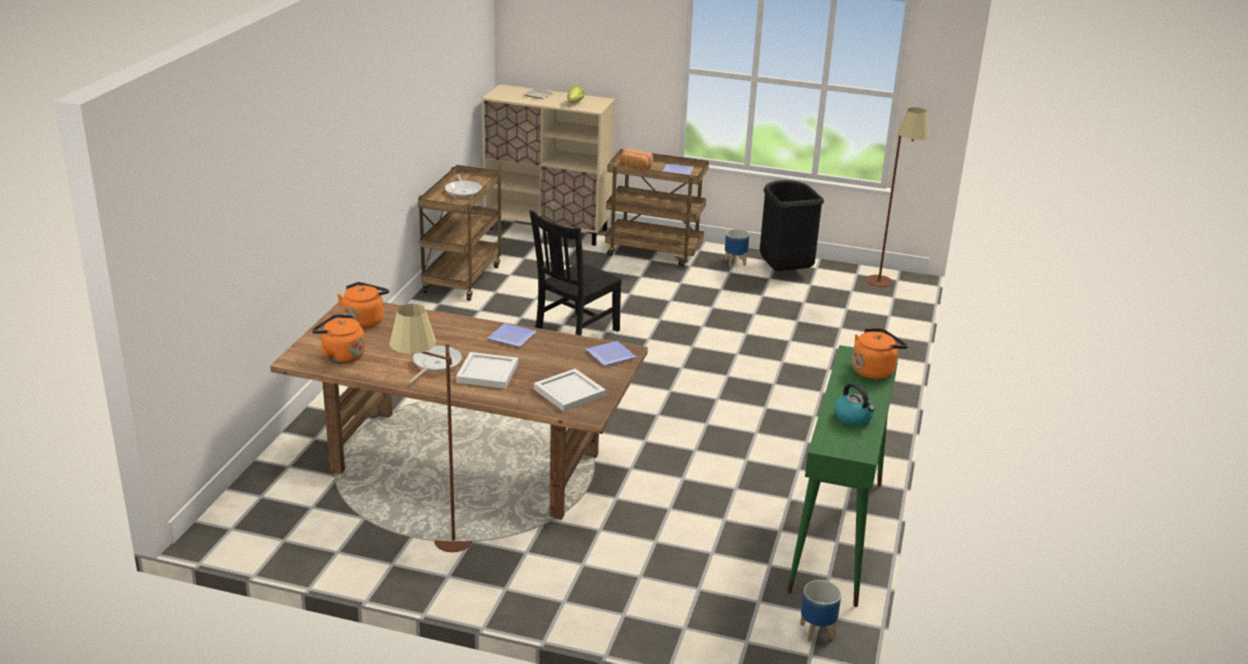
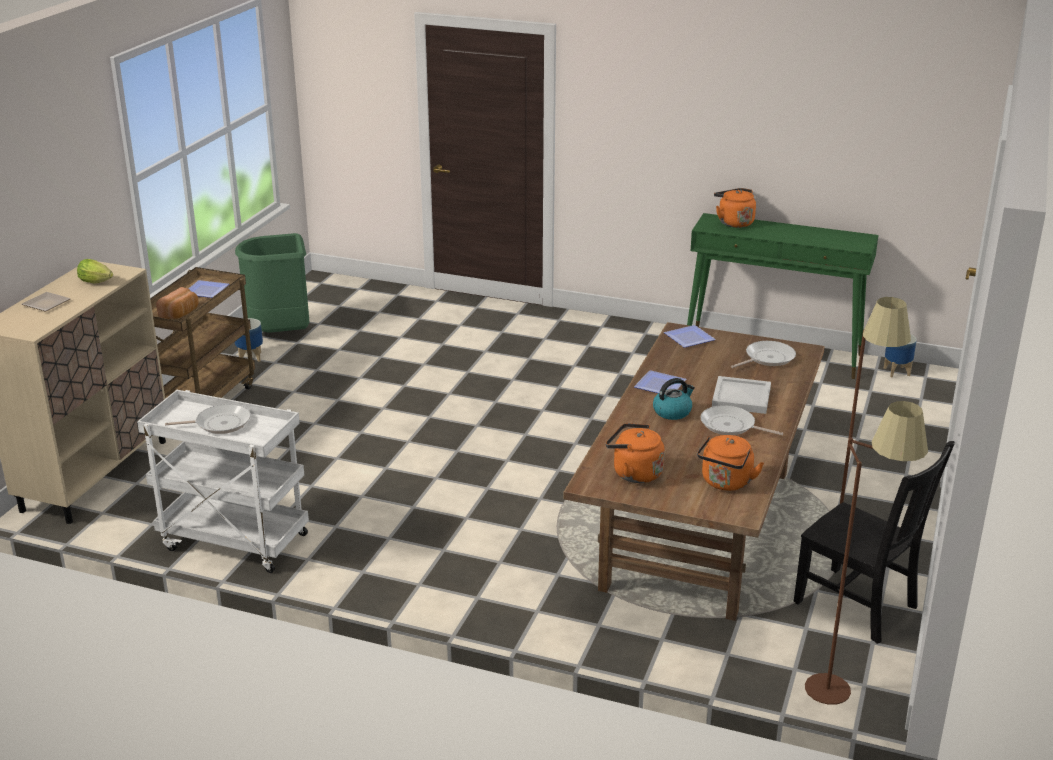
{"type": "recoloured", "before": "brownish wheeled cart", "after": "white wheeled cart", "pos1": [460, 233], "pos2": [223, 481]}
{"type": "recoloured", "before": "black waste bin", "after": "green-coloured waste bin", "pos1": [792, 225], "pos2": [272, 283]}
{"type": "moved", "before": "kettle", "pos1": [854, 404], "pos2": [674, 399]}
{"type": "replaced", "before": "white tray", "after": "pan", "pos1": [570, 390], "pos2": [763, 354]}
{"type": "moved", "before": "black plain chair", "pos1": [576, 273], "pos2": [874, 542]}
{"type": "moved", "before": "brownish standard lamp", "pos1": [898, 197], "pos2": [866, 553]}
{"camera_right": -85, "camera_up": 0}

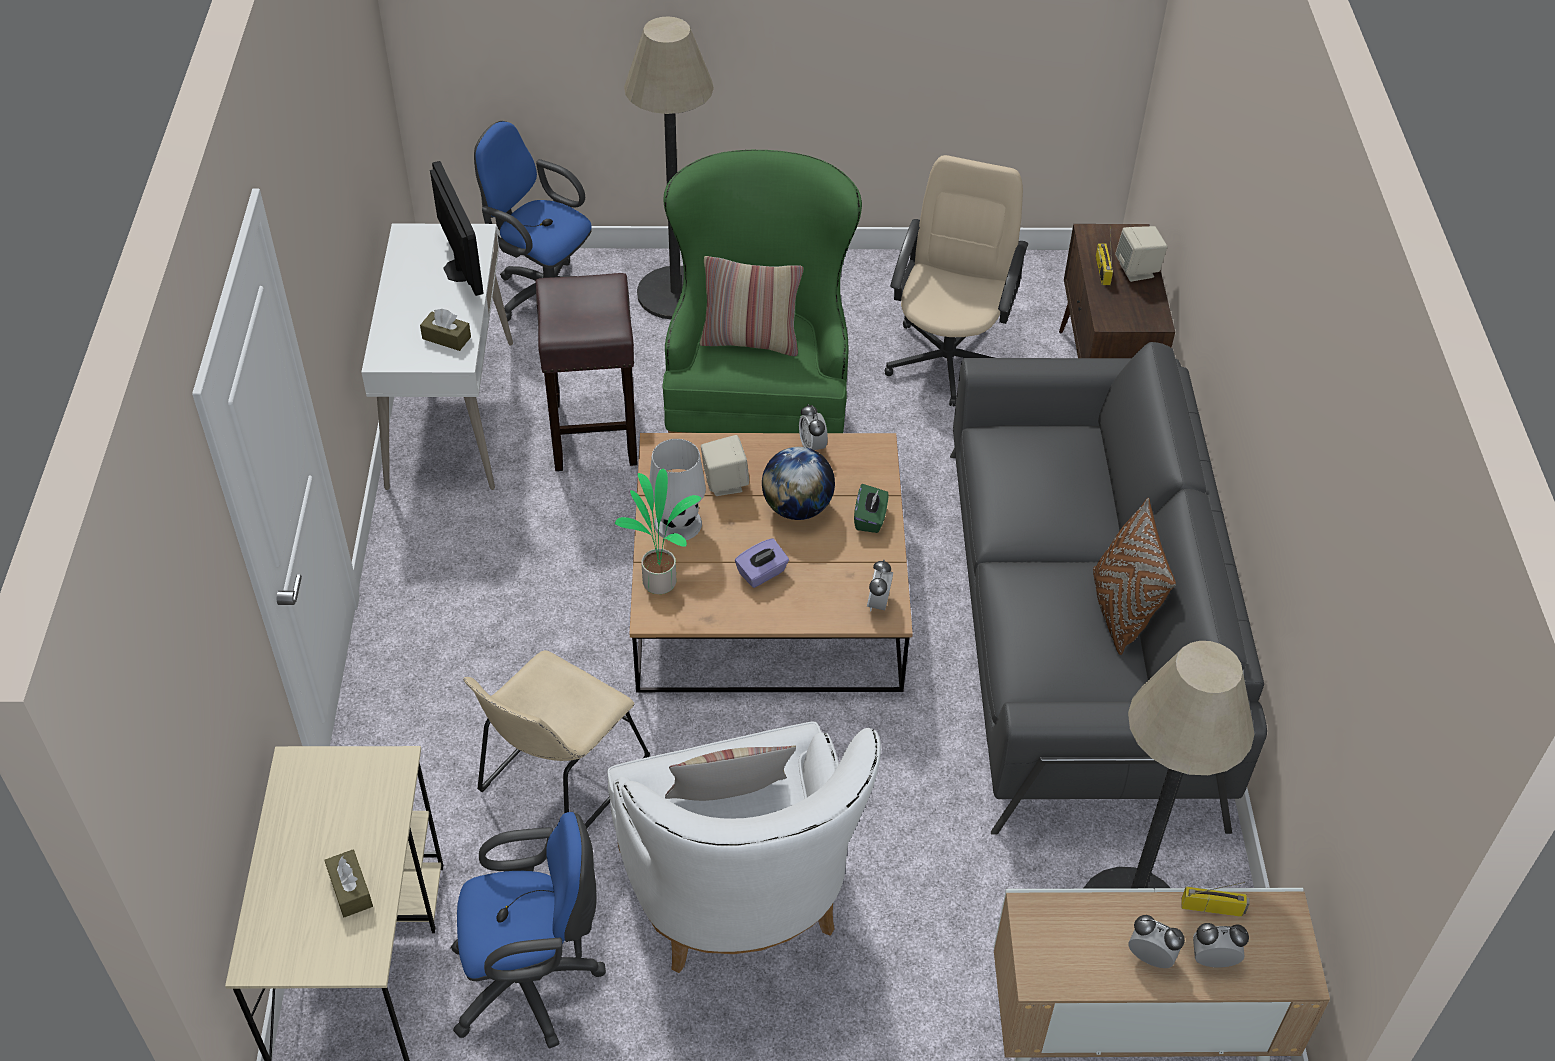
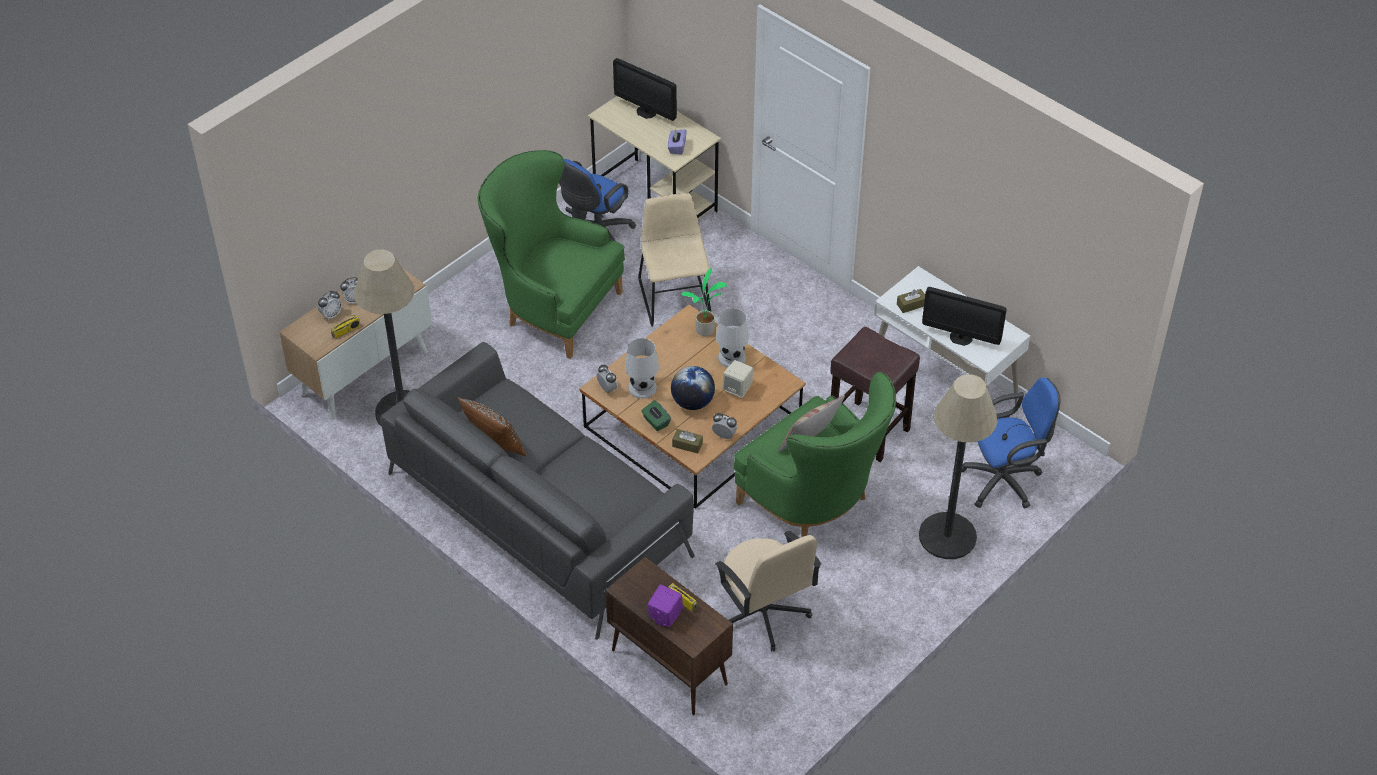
{"type": "recoloured", "before": "white lounge chair", "after": "green-coloured lounge chair", "pos1": [744, 847], "pos2": [551, 254]}
{"type": "added", "after": "monitor", "pos2": [645, 89]}
{"type": "added", "after": "white tabletop lamp", "pos2": [642, 368]}
{"type": "recoloured", "before": "beige-coloured audio speaker", "after": "purple audio speaker", "pos1": [1141, 254], "pos2": [665, 605]}
{"type": "moved", "before": "purple tissue box", "pos1": [762, 563], "pos2": [677, 141]}
{"type": "moved", "before": "brownish tissue box", "pos1": [348, 883], "pos2": [687, 441]}
{"type": "removed", "before": "throw pillow", "pos1": [730, 773]}
{"camera_right": 135, "camera_up": 0}

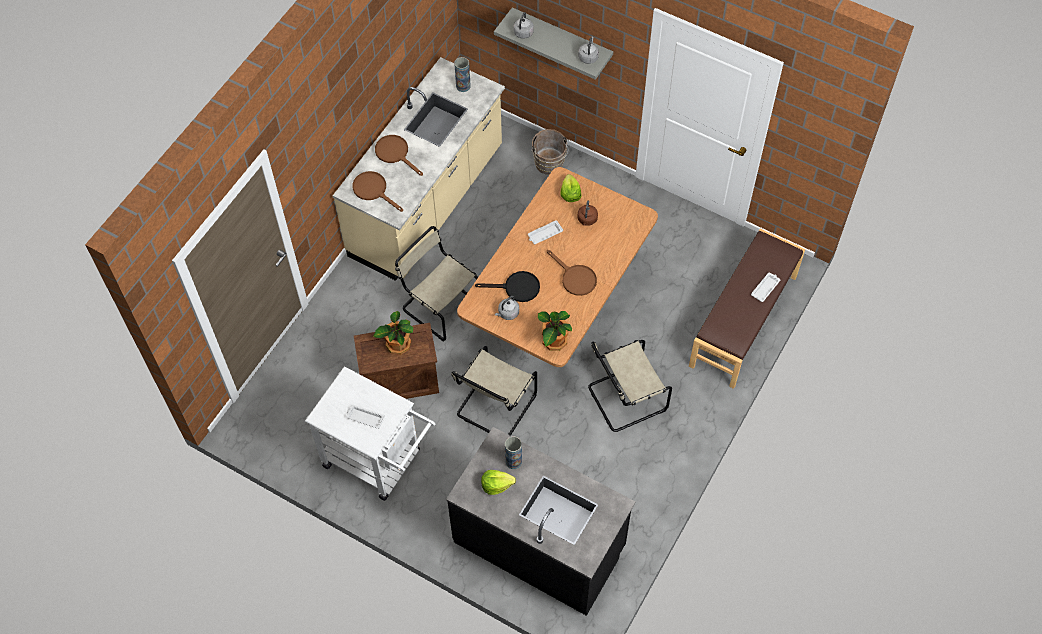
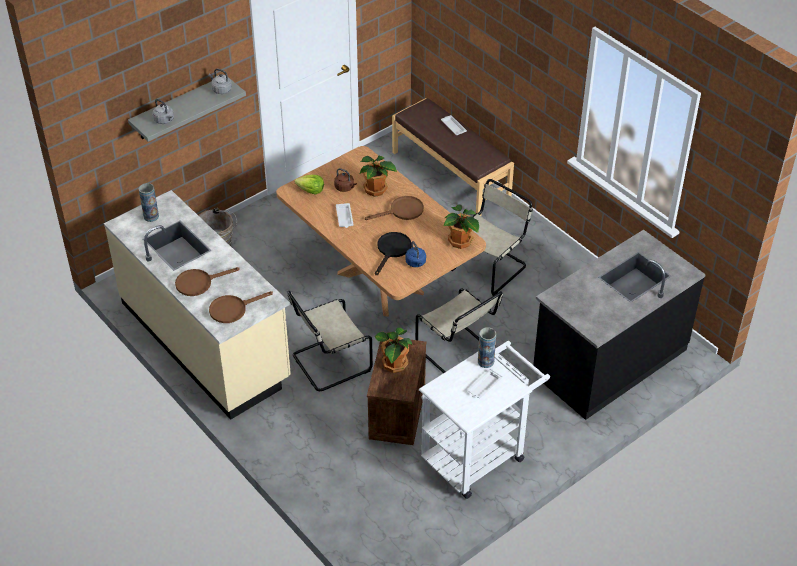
{"type": "added", "after": "plant in a pot", "pos2": [378, 176]}
{"type": "recoloured", "before": "gray kettle", "after": "bluish kettle", "pos1": [507, 308], "pos2": [415, 254]}
{"type": "turned", "before": "beige-coloured plain chair", "pos1": [630, 386], "pos2": [492, 237], "turn": -135}
{"type": "moved", "before": "decorative vase", "pos1": [513, 452], "pos2": [487, 347]}
{"type": "removed", "before": "lettuce head", "pos1": [498, 482]}
{"camera_right": -70, "camera_up": -15}

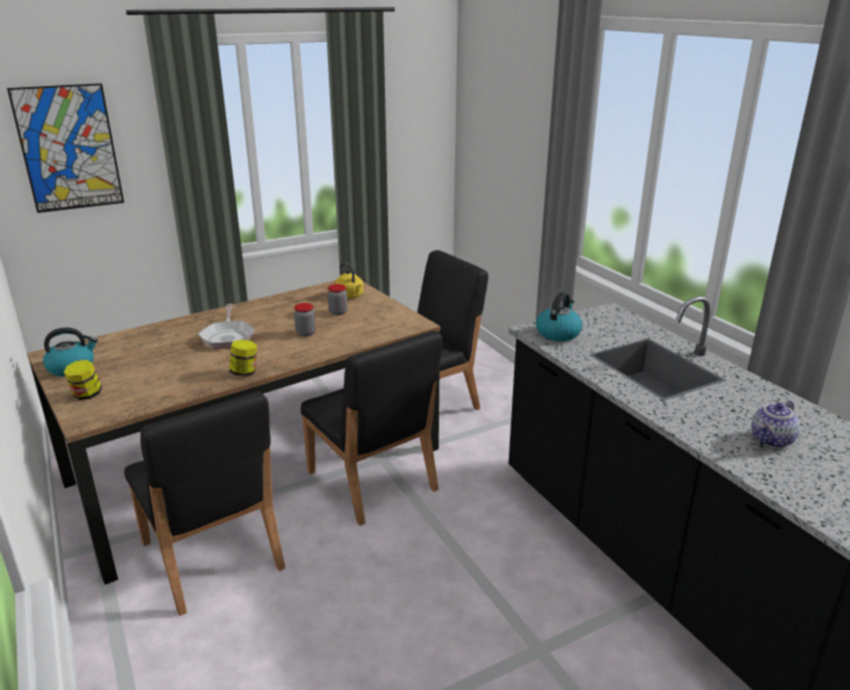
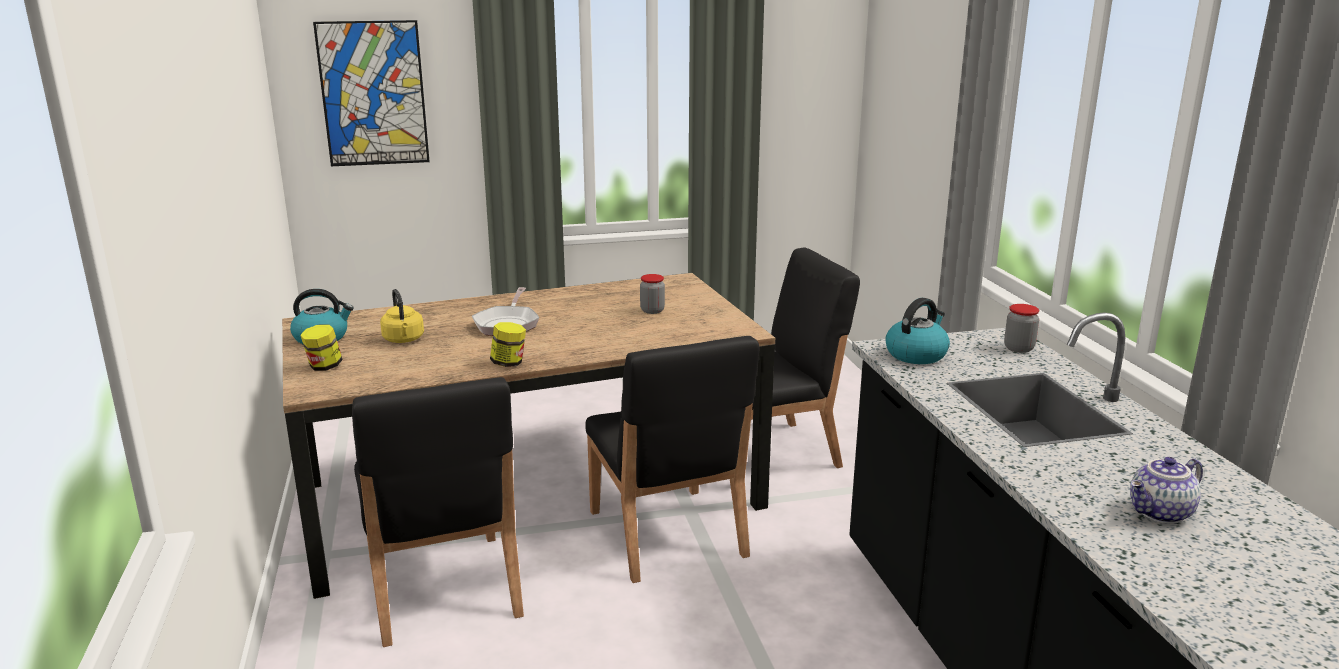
{"type": "moved", "before": "yellowish kettle", "pos1": [349, 280], "pos2": [402, 316]}
{"type": "moved", "before": "preserve jar", "pos1": [305, 319], "pos2": [1021, 328]}
{"camera_right": 15, "camera_up": -5}

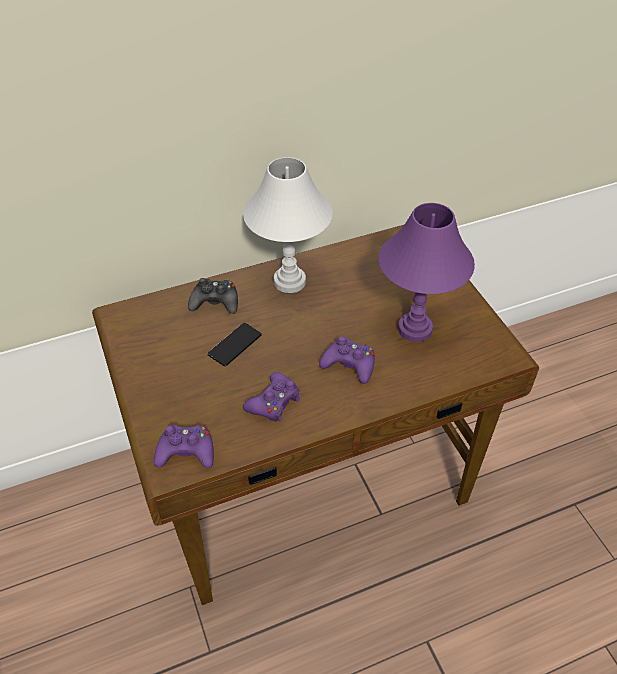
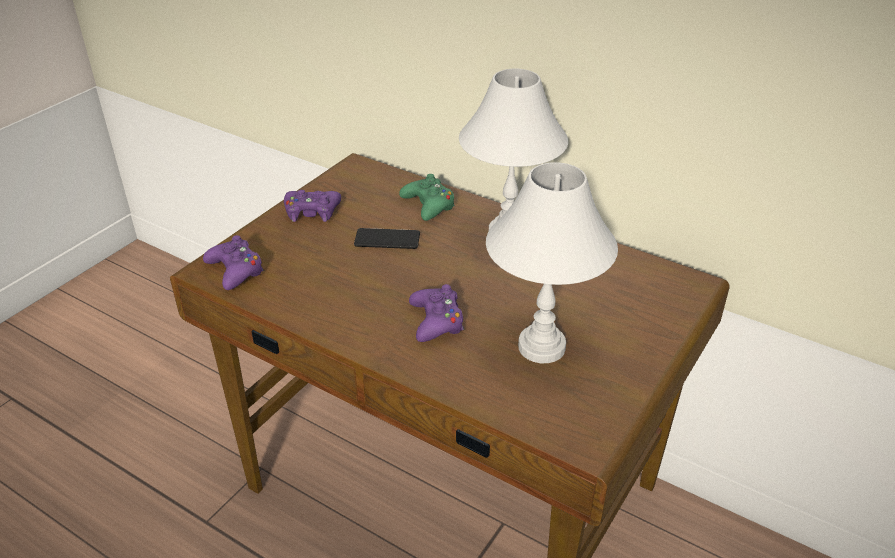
{"type": "moved", "before": "purple joypad", "pos1": [271, 397], "pos2": [312, 206]}
{"type": "recoloured", "before": "black joypad", "after": "green-coloured joypad", "pos1": [213, 296], "pos2": [427, 197]}
{"type": "recoloured", "before": "purple tabletop lamp", "after": "white tabletop lamp", "pos1": [426, 272], "pos2": [552, 262]}
{"camera_right": 55, "camera_up": -10}

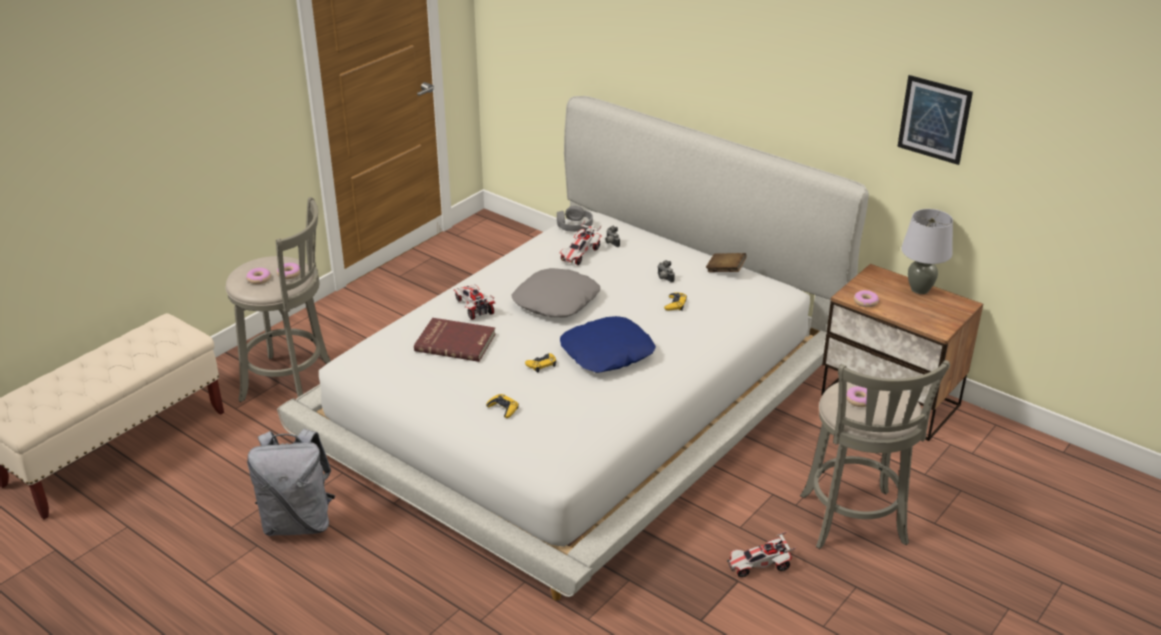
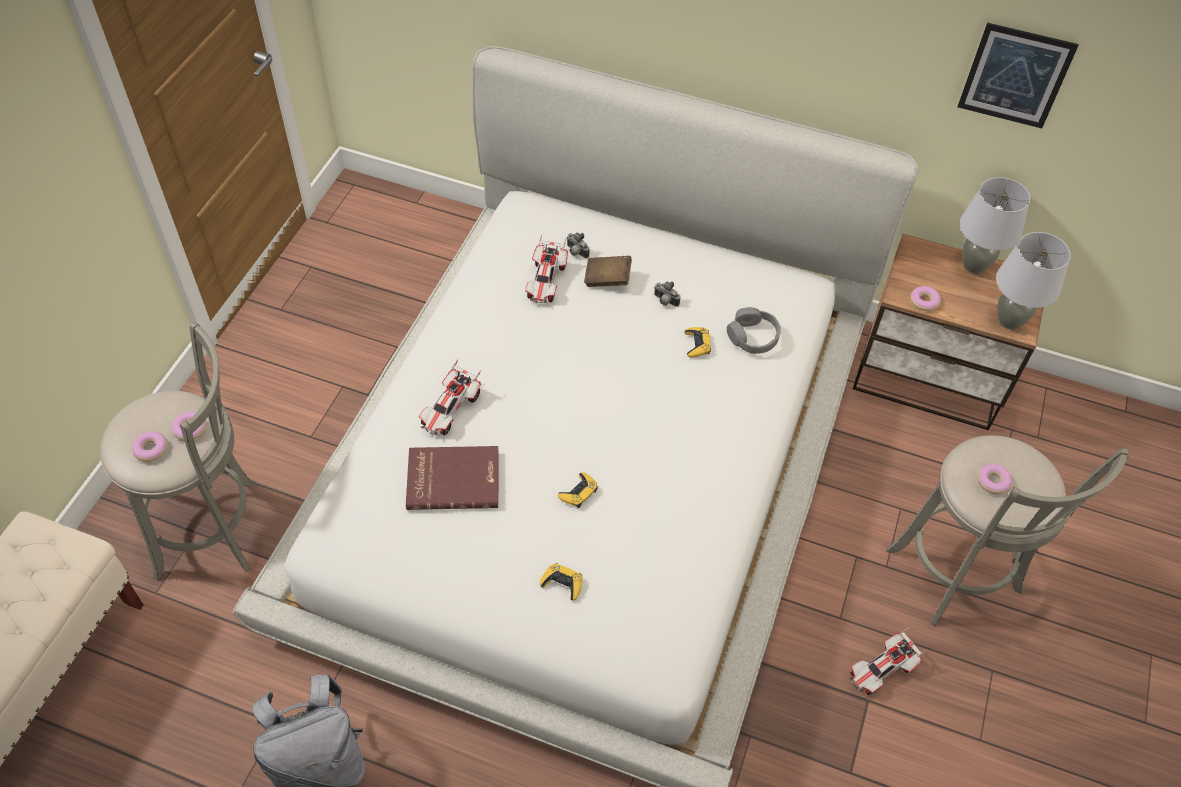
{"type": "turned", "before": "miniature car", "pos1": [474, 302], "pos2": [450, 397], "turn": -105}
{"type": "moved", "before": "brownish book", "pos1": [726, 262], "pos2": [608, 271]}
{"type": "moved", "before": "gray pair of headphones", "pos1": [575, 219], "pos2": [754, 330]}
{"type": "added", "after": "gray tabletop lamp", "pos2": [1033, 281]}
{"type": "removed", "before": "gray throw pillow", "pos1": [555, 293]}
{"type": "removed", "before": "bluish throw pillow", "pos1": [608, 344]}
{"camera_right": -20, "camera_up": 20}

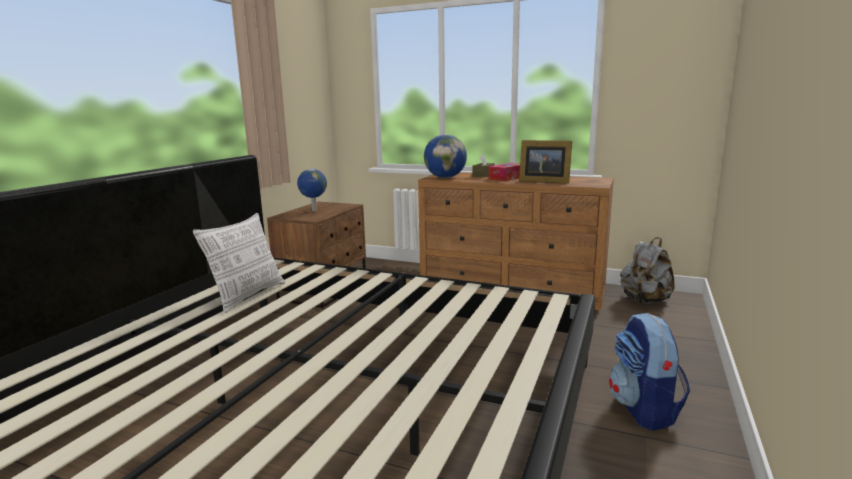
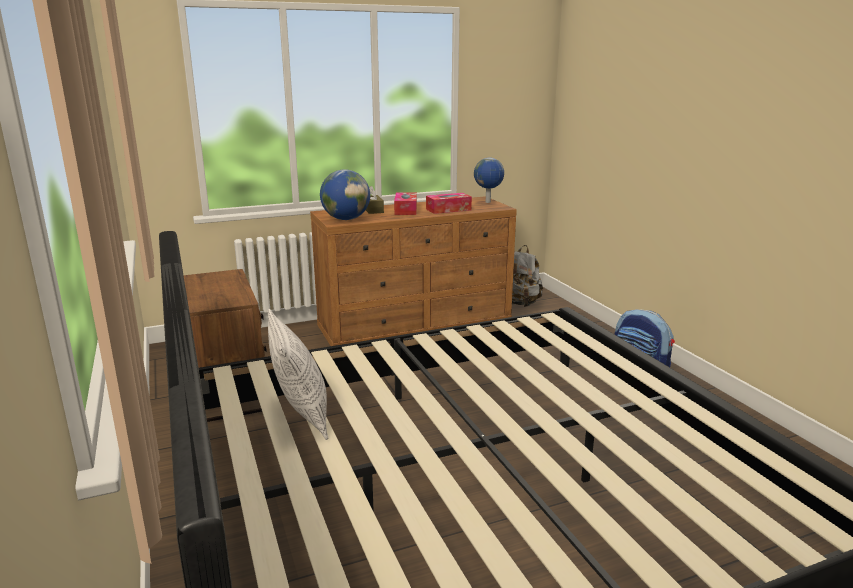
{"type": "replaced", "before": "photo frame", "after": "tissue box", "pos1": [545, 162], "pos2": [449, 203]}
{"type": "moved", "before": "globe", "pos1": [312, 190], "pos2": [489, 180]}
{"camera_right": -45, "camera_up": 5}

